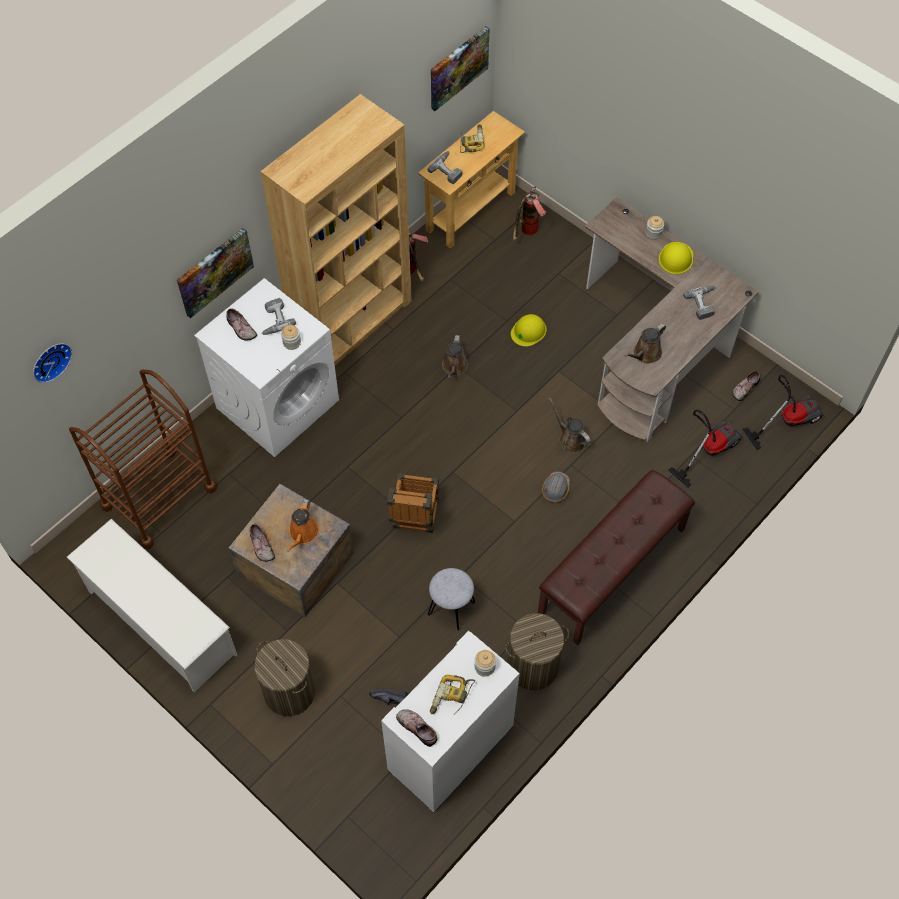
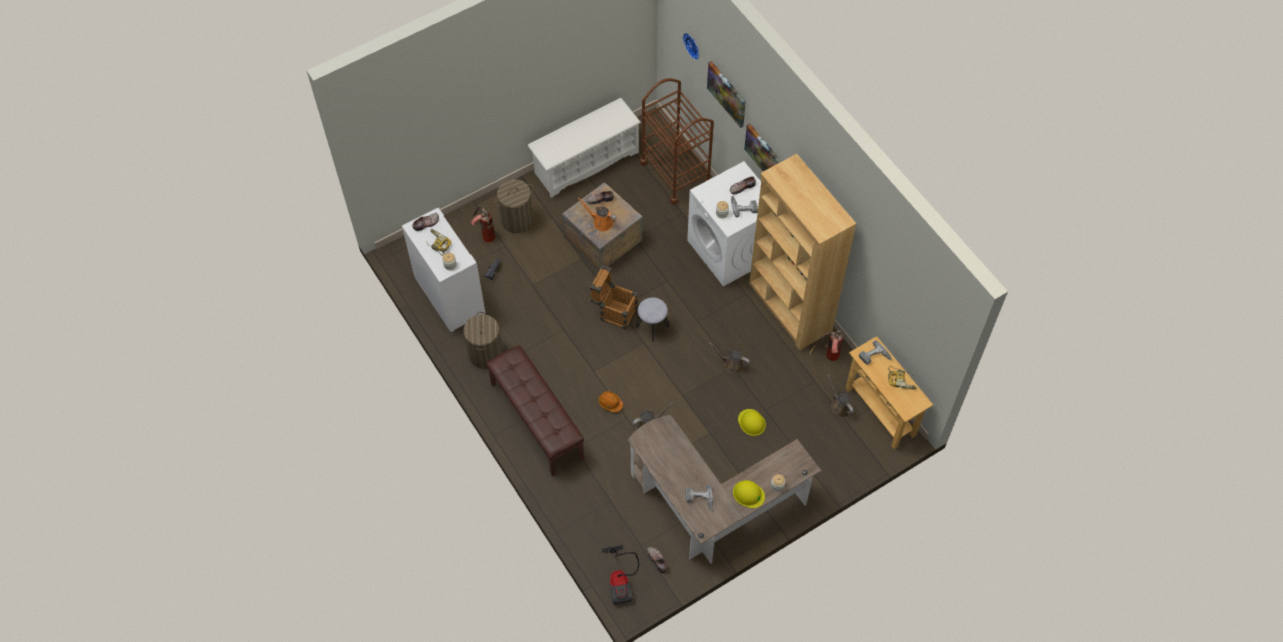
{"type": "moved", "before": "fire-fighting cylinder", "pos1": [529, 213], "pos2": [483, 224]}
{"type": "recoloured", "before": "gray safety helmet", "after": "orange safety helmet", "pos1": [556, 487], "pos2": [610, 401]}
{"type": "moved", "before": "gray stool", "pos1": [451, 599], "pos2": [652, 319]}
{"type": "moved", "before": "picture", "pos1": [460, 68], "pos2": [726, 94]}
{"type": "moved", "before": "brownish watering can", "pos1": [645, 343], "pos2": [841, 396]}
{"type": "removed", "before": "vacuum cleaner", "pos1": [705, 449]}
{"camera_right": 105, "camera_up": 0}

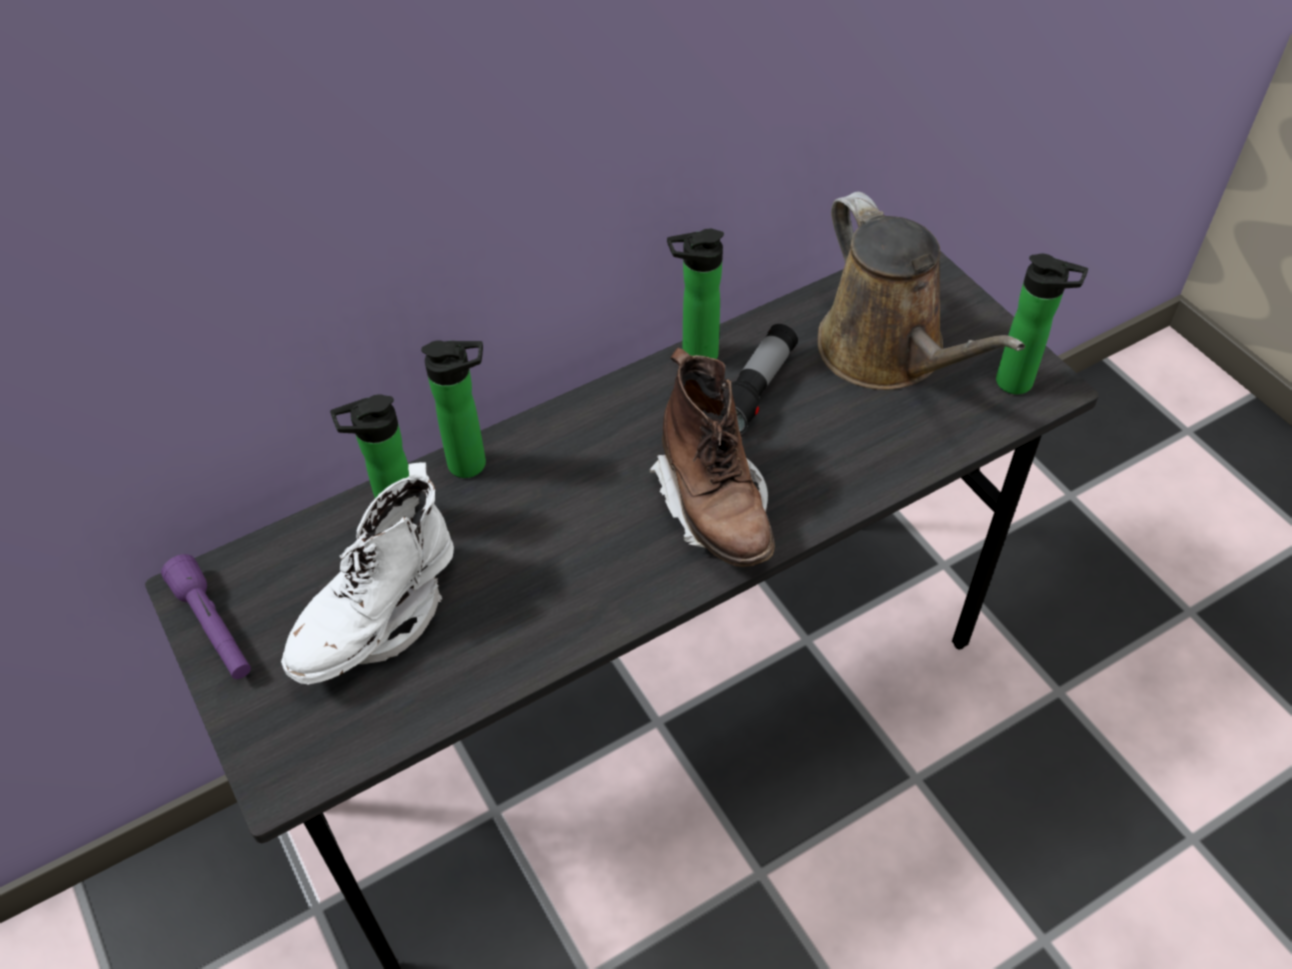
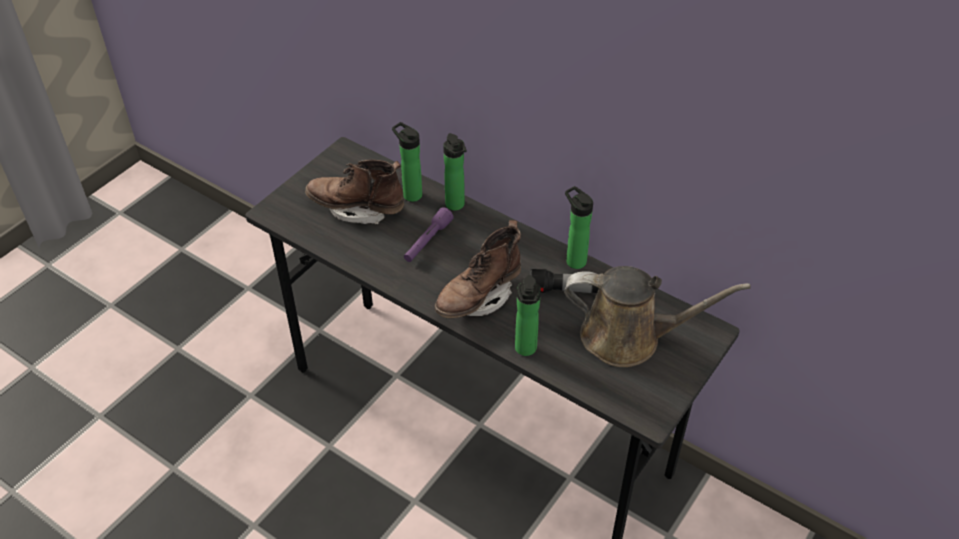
{"type": "recoloured", "before": "white boot", "after": "brownish boot", "pos1": [367, 573], "pos2": [354, 192]}
{"type": "moved", "before": "purple torch", "pos1": [206, 616], "pos2": [429, 234]}
{"type": "moved", "before": "beverage bottle", "pos1": [1042, 324], "pos2": [528, 315]}
{"type": "turned", "before": "brownish watering can", "pos1": [921, 291], "pos2": [657, 316], "turn": -120}
{"camera_right": 65, "camera_up": -5}

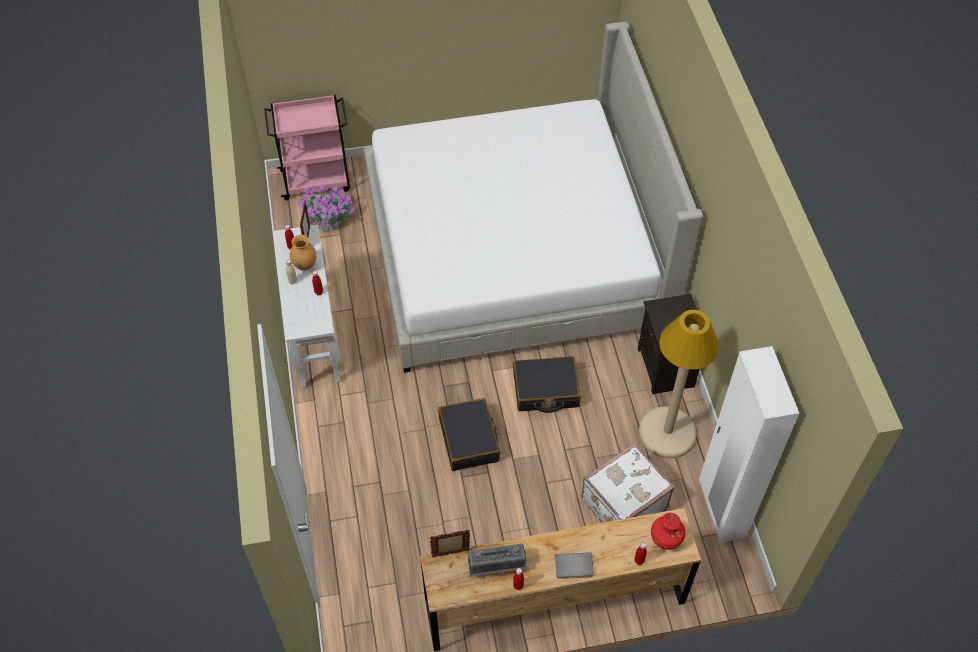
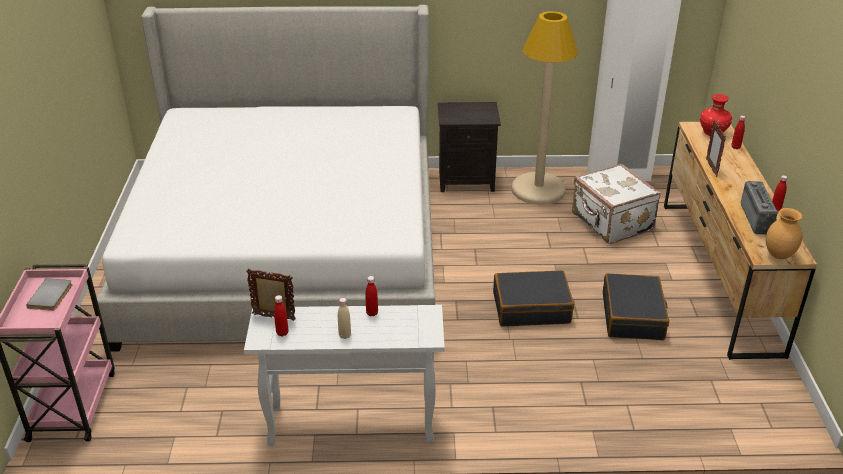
{"type": "moved", "before": "gray book", "pos1": [574, 565], "pos2": [49, 294]}
{"type": "moved", "before": "black travel case", "pos1": [547, 384], "pos2": [636, 306]}
{"type": "moved", "before": "photo frame", "pos1": [450, 544], "pos2": [716, 148]}
{"type": "moved", "before": "brownish decorative vase", "pos1": [303, 253], "pos2": [784, 233]}
{"type": "removed", "before": "plant in a pot", "pos1": [326, 208]}
{"camera_right": -80, "camera_up": -20}

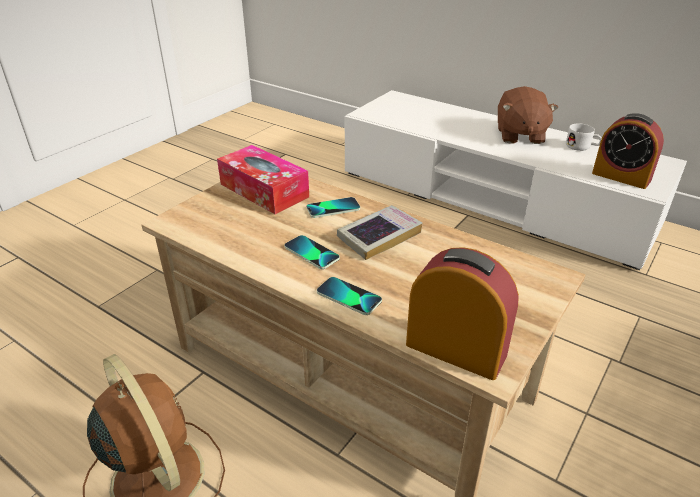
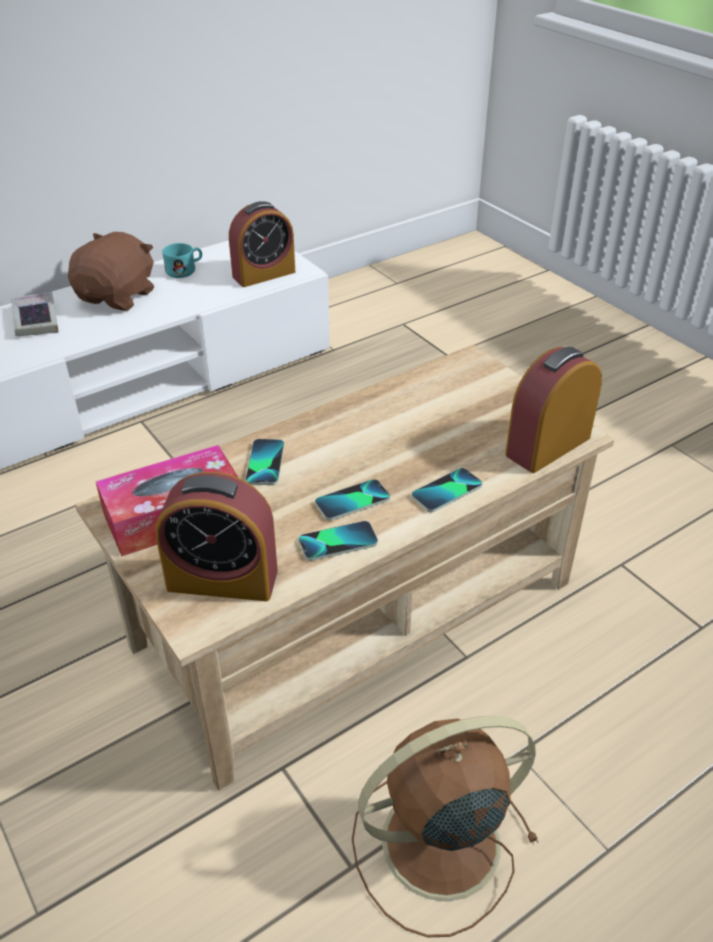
{"type": "moved", "before": "book", "pos1": [379, 232], "pos2": [34, 314]}
{"type": "turned", "before": "brownish soft toy", "pos1": [528, 115], "pos2": [111, 271], "turn": -90}
{"type": "added", "after": "table clock", "pos2": [217, 536]}
{"type": "recoloured", "before": "white mug", "after": "blue-green mug", "pos1": [584, 137], "pos2": [182, 260]}
{"type": "added", "after": "handset", "pos2": [338, 541]}
{"camera_right": -70, "camera_up": 5}

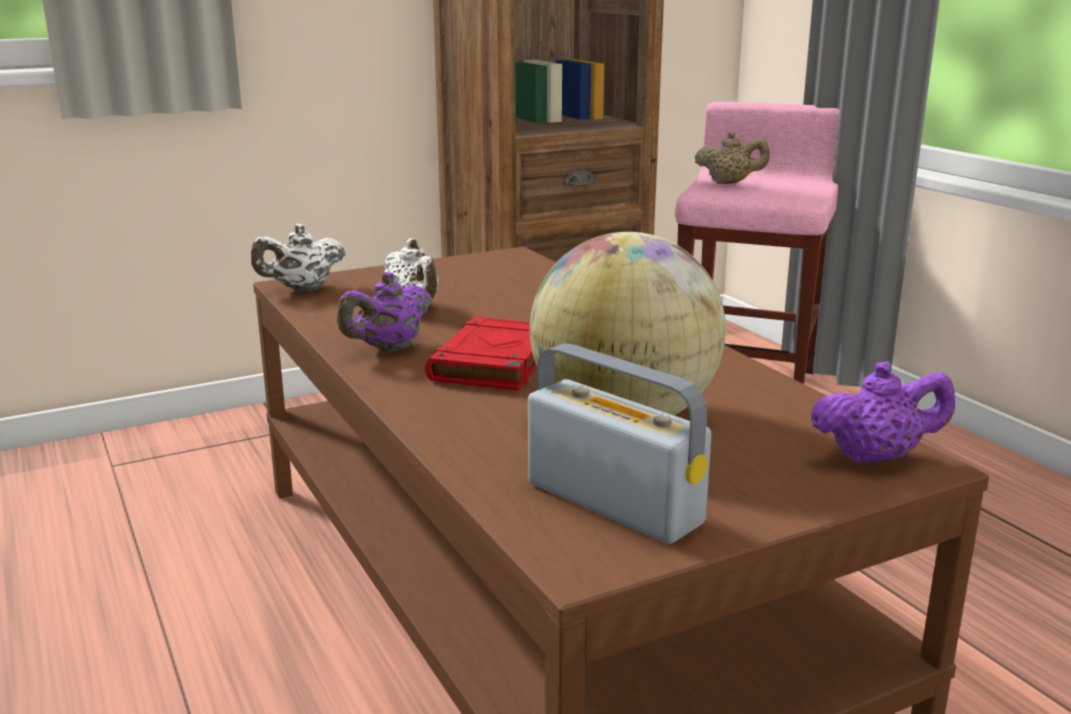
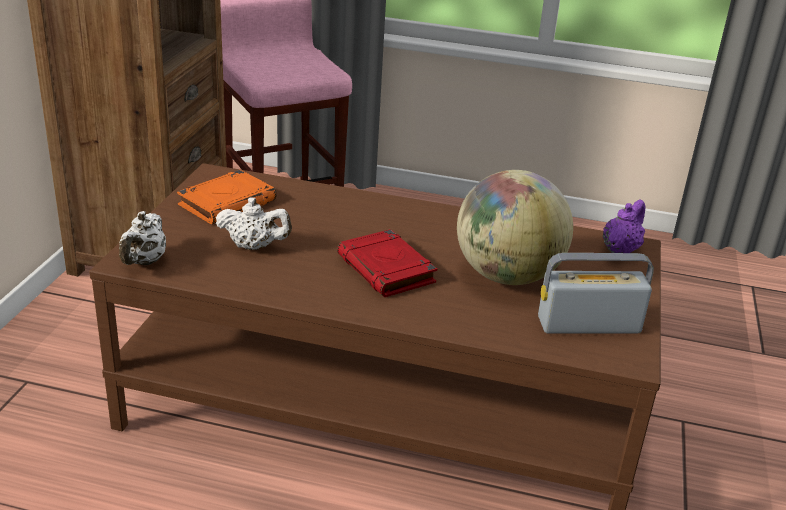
{"type": "added", "after": "orange book", "pos2": [226, 197]}
{"type": "removed", "before": "purple teapot", "pos1": [384, 311]}
{"type": "removed", "before": "beige-coloured teapot", "pos1": [732, 157]}
{"camera_right": -50, "camera_up": 10}

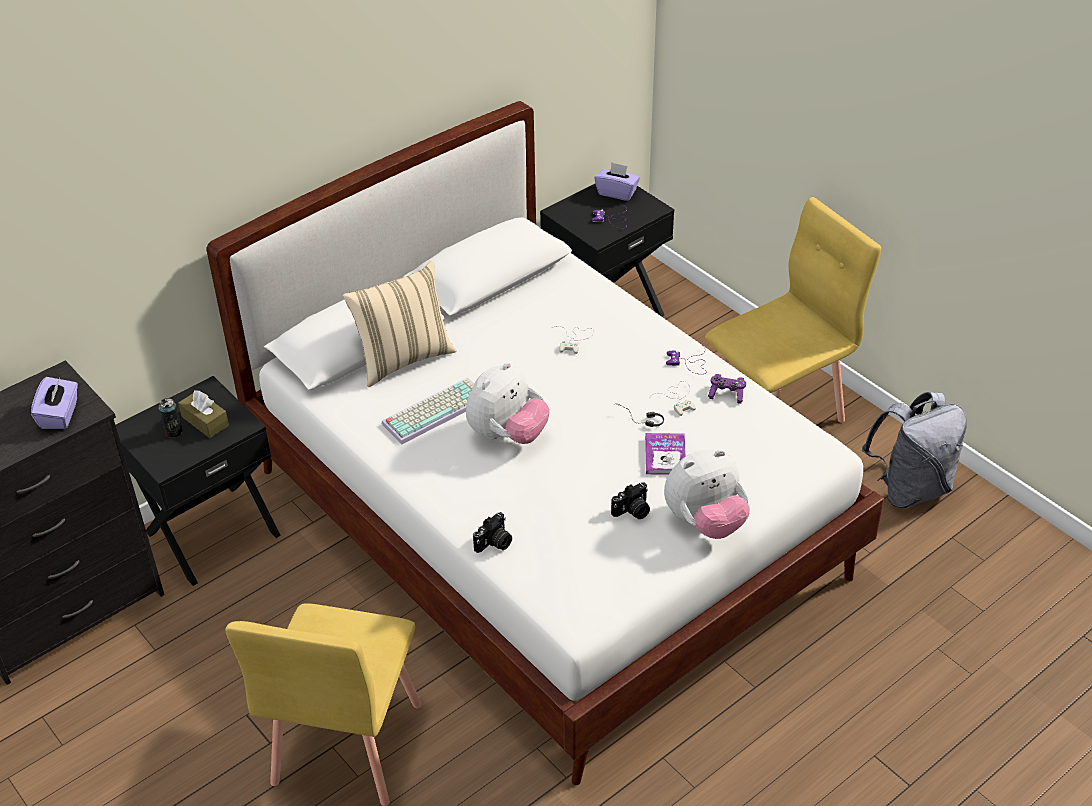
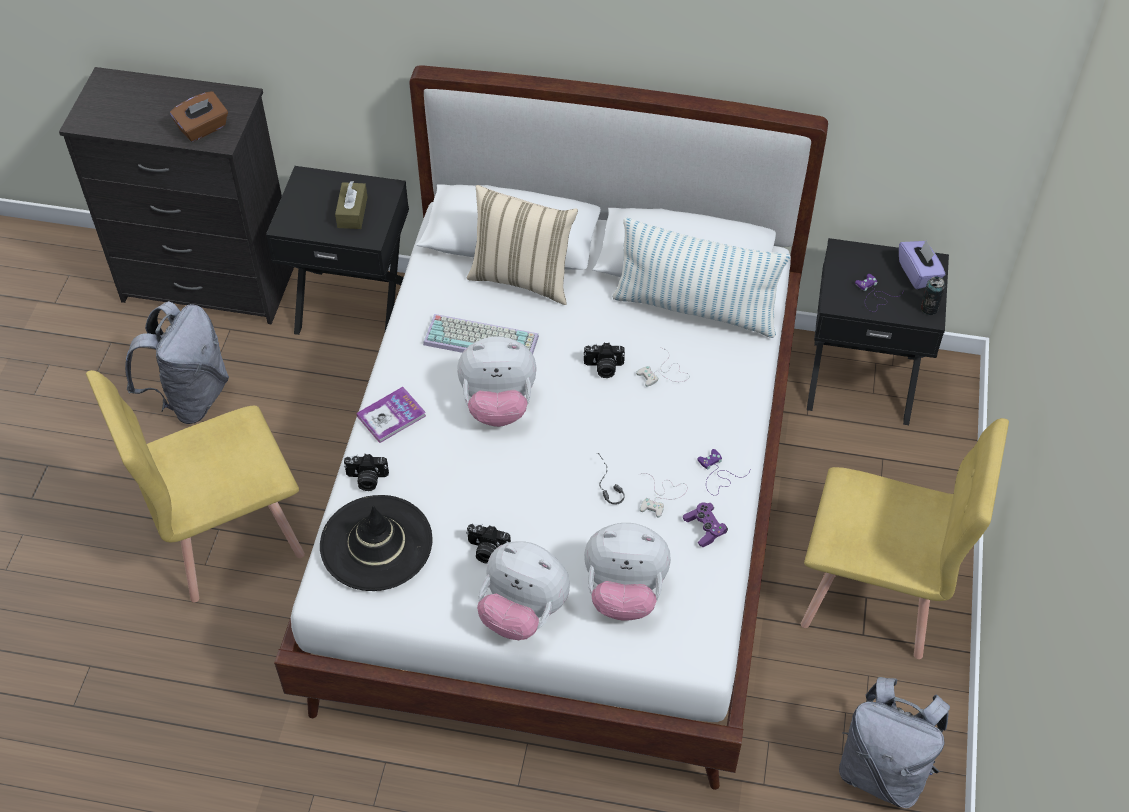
{"type": "added", "after": "gray backpack", "pos2": [177, 362]}
{"type": "recoloured", "before": "purple tissue box", "after": "brownish tissue box", "pos1": [54, 403], "pos2": [199, 116]}
{"type": "added", "after": "black wearable hat", "pos2": [376, 543]}
{"type": "moved", "before": "book", "pos1": [665, 454], "pos2": [391, 415]}
{"type": "added", "after": "photo camera", "pos2": [604, 360]}
{"type": "added", "after": "soft toy", "pos2": [627, 572]}
{"type": "added", "after": "throw pillow", "pos2": [701, 277]}
{"type": "moved", "before": "metal can", "pos1": [170, 418], "pos2": [933, 295]}
{"camera_right": 50, "camera_up": 10}

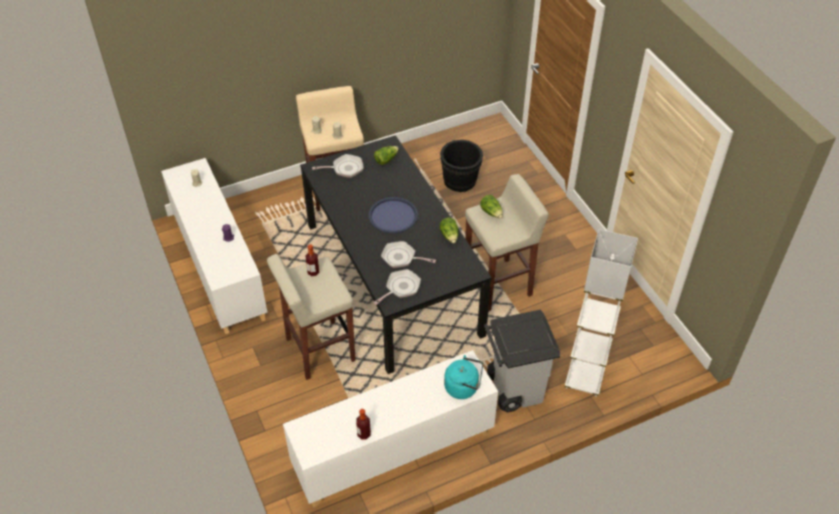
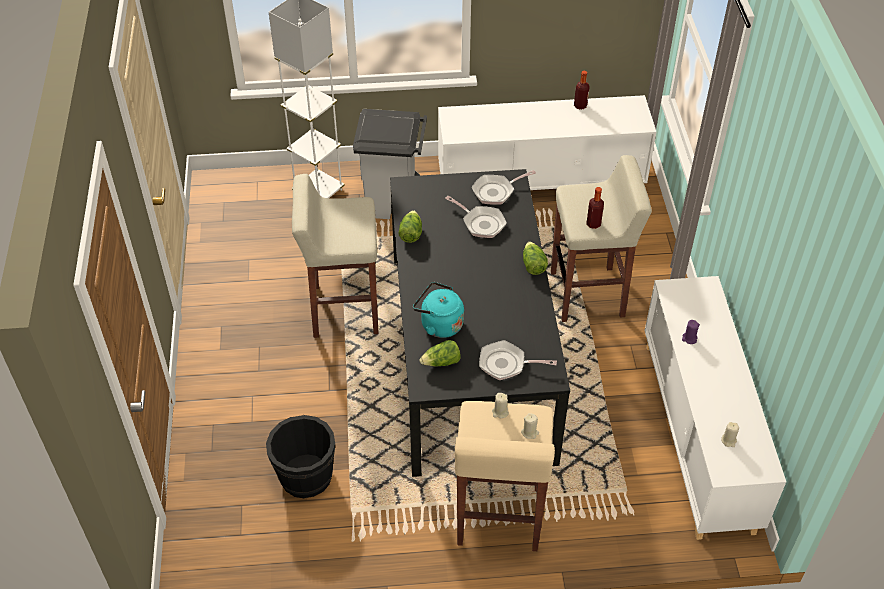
{"type": "moved", "before": "blue-green kettle", "pos1": [463, 377], "pos2": [438, 310]}
{"type": "moved", "before": "lettuce head", "pos1": [491, 206], "pos2": [535, 258]}
{"type": "removed", "before": "bluish tray", "pos1": [393, 215]}
{"camera_right": -160, "camera_up": 0}

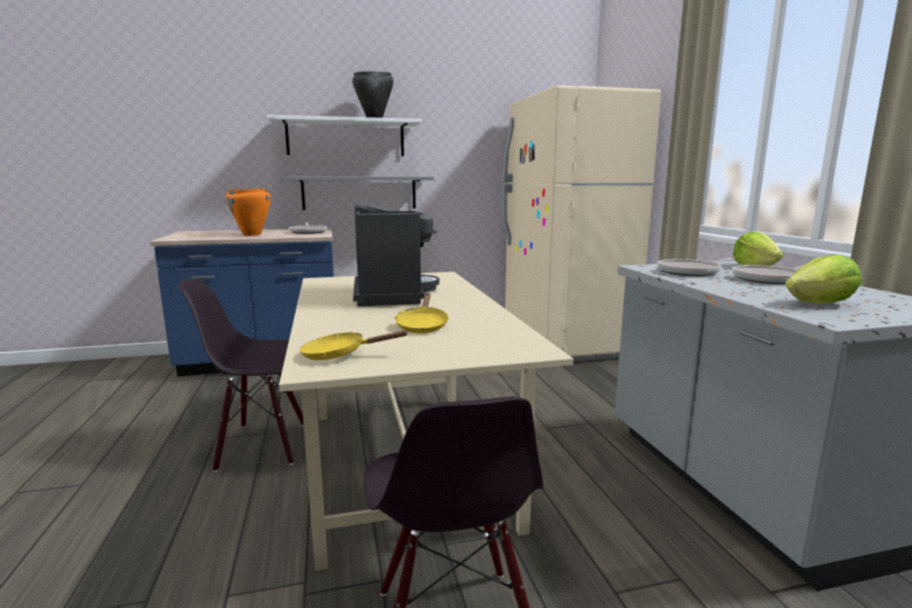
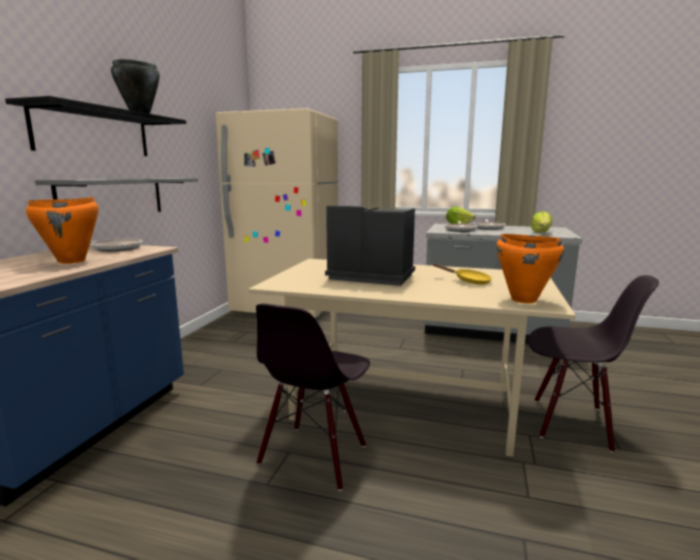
{"type": "recoloured", "before": "white shelf", "after": "black shelf", "pos1": [344, 135], "pos2": [95, 126]}
{"type": "replaced", "before": "yellowish pan", "after": "orange stockpot", "pos1": [354, 345], "pos2": [530, 268]}
{"camera_right": -60, "camera_up": 0}

